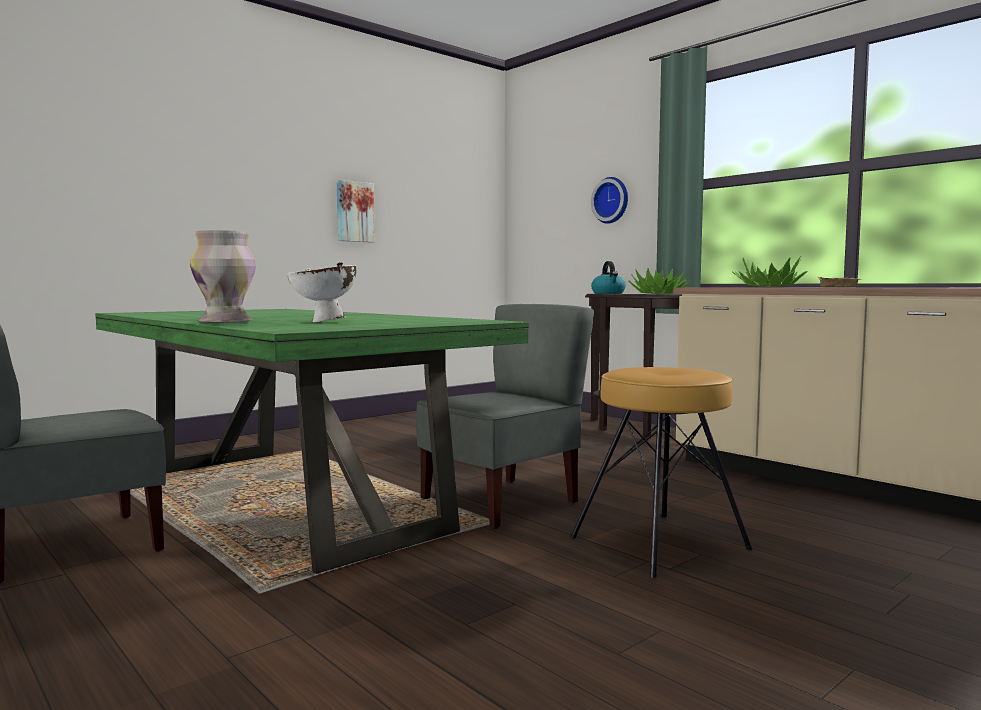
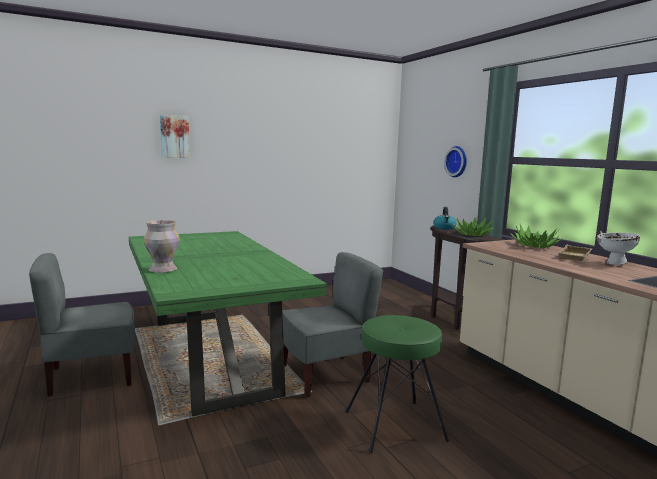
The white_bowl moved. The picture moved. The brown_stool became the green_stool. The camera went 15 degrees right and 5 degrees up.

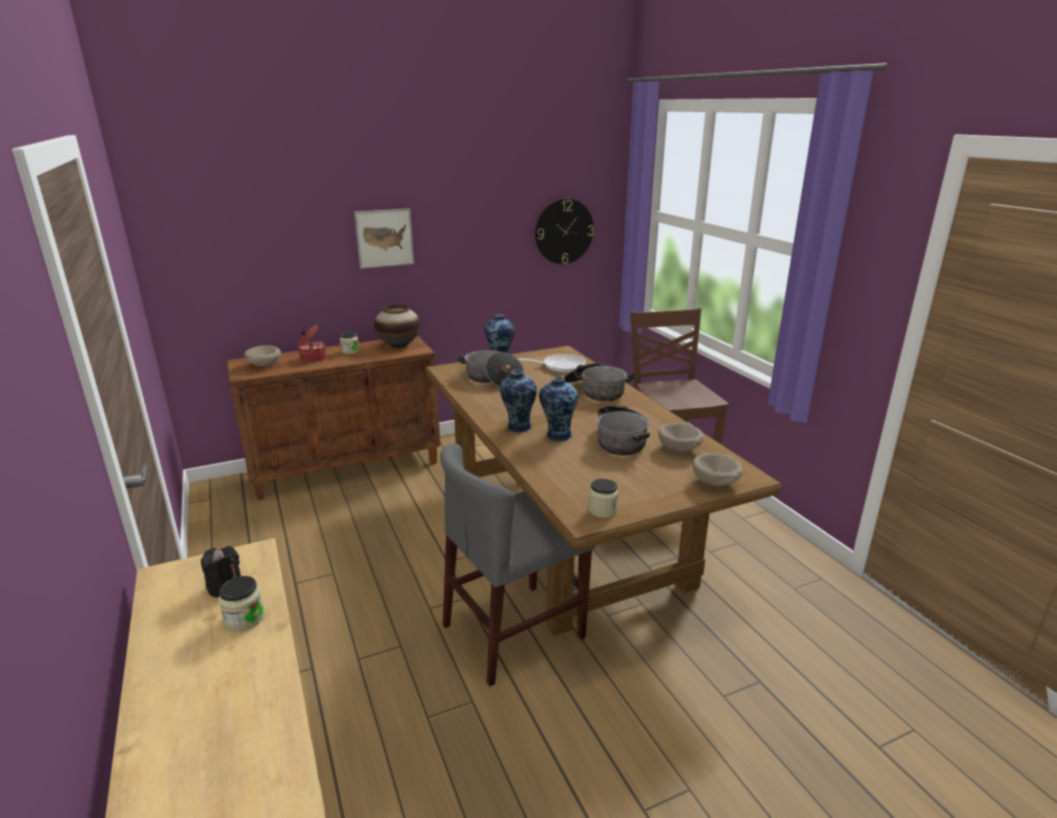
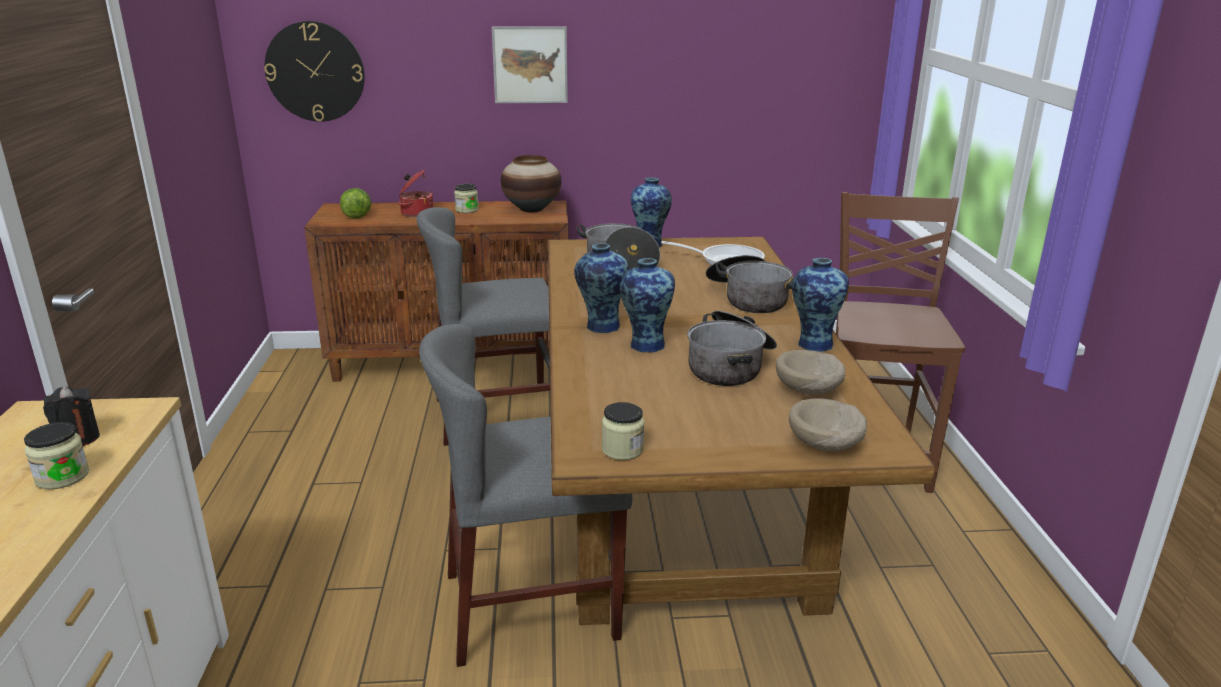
The beige_bowl (no. 1 from left) was replaced by the lettuce. The wall_clock moved. The grey_chair (no. 1 from left) appeared. The vase (no. 5 from left) appeared. The camera went 20 degrees right and 0 degrees up.

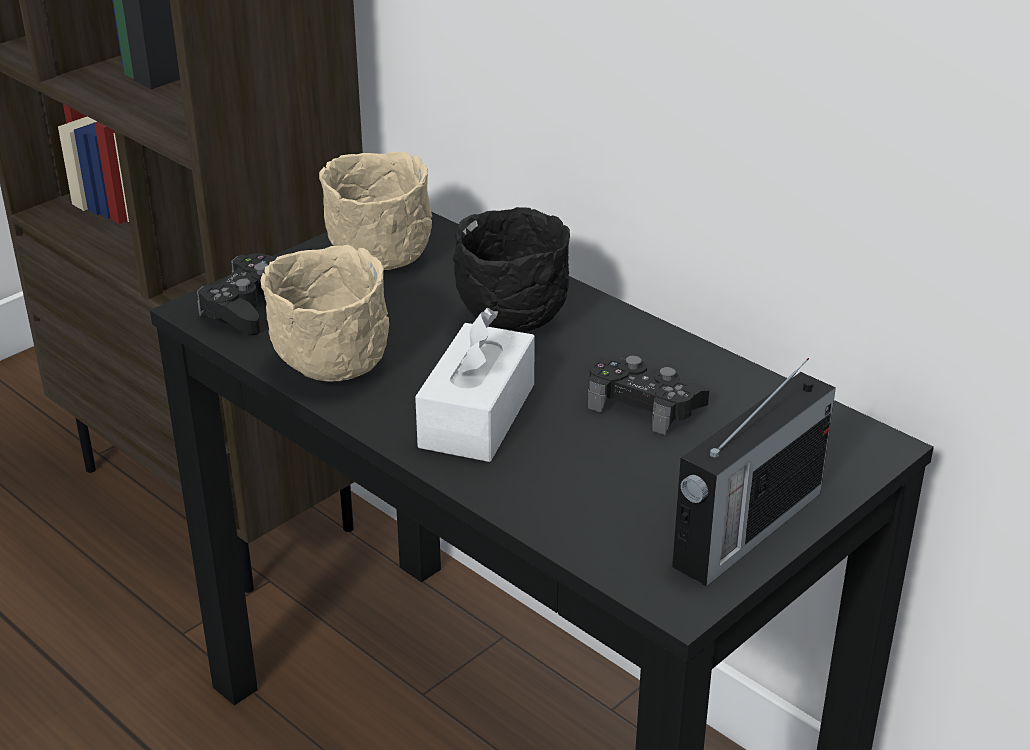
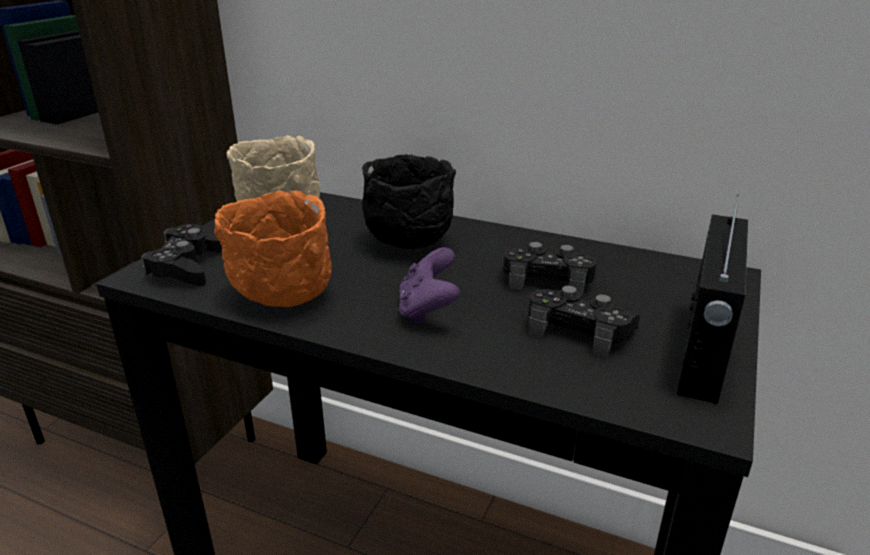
The beige_bowl (no. 1 from left) became the orange_bowl. The white_tissue_box was replaced by the purple_game_controller. The black_game_controller (no. 3 from left) appeared. The camera went 20 degrees left and 5 degrees down.

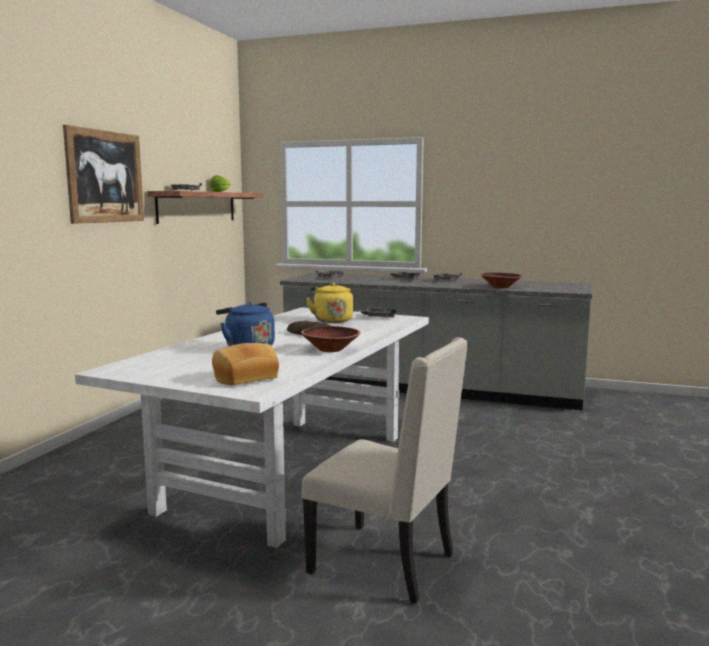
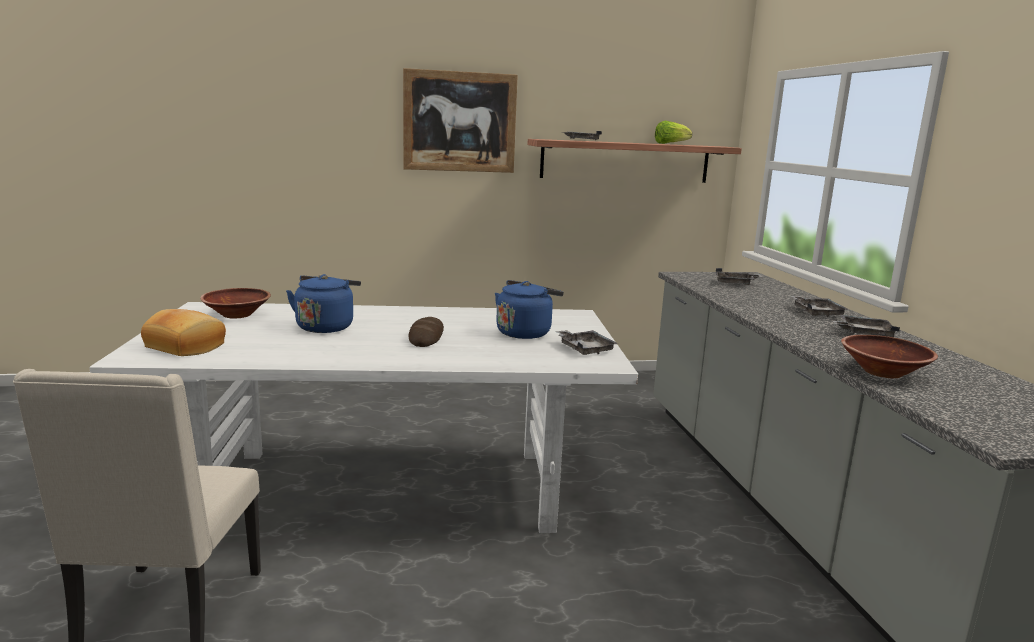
The brown_bowl (no. 1 from left) moved. The yellow_kettle became the blue_kettle (no. 2 from left). The camera went 60 degrees right and 5 degrees up.

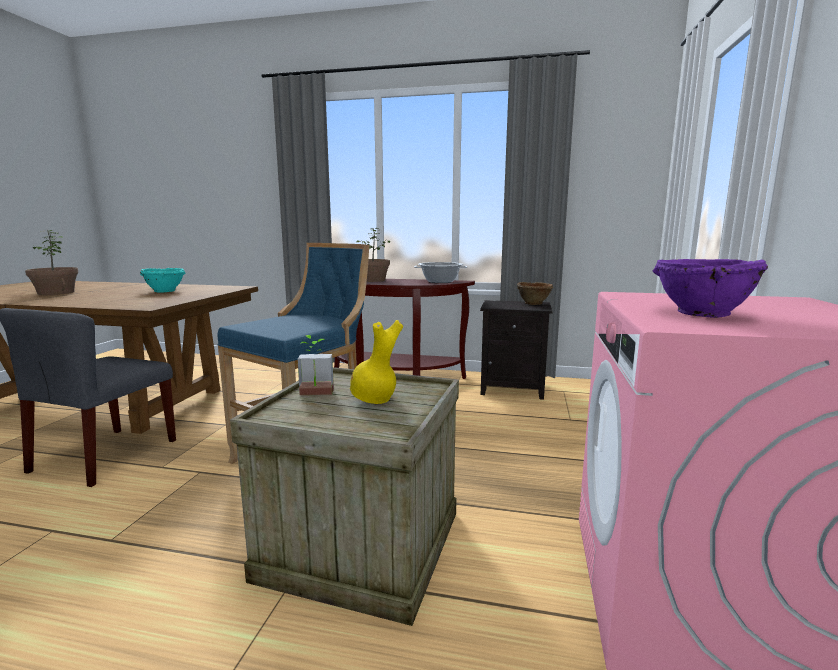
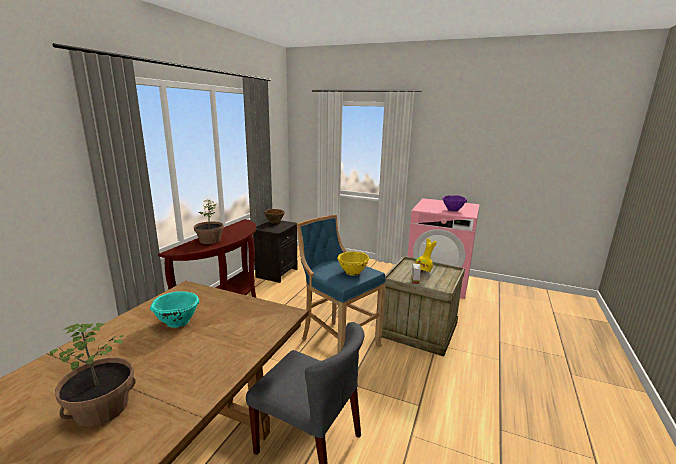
The cooking_pot disappeared. The yellow_bowl appeared. The camera went 80 degrees left and 5 degrees up.

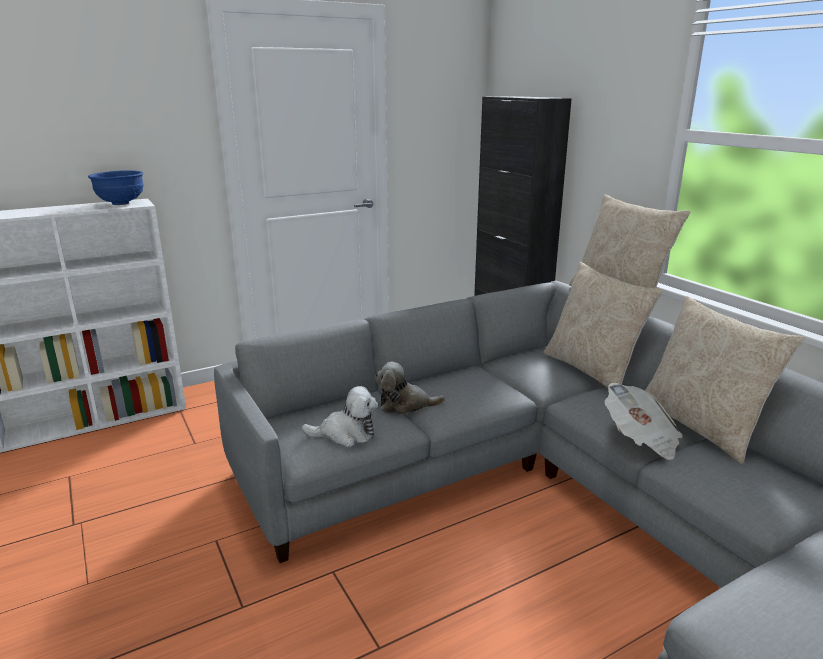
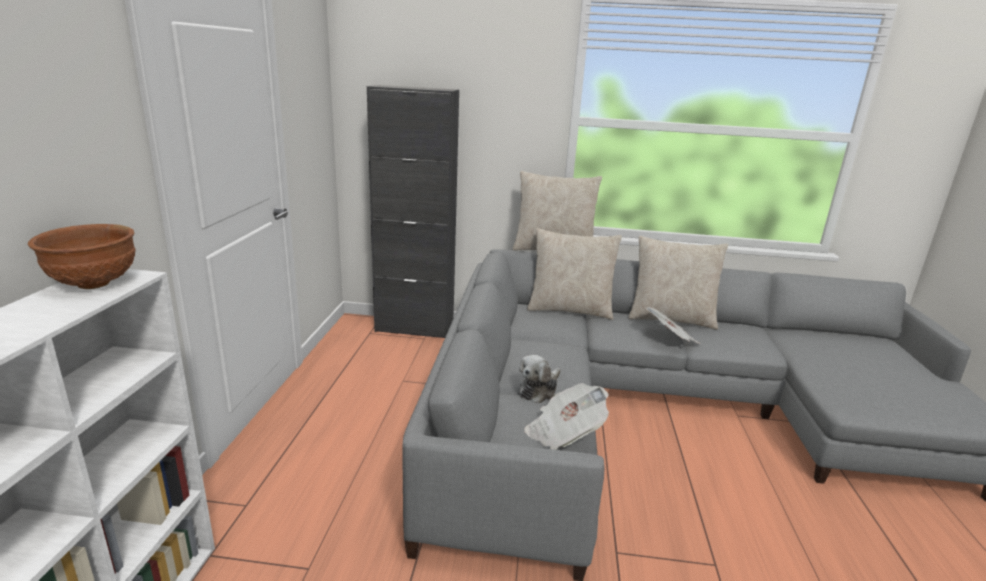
The blue_bowl became the brown_bowl. The plush_toy (no. 1 from left) was replaced by the newspaper (no. 1 from left). The camera went 55 degrees left and 0 degrees up.

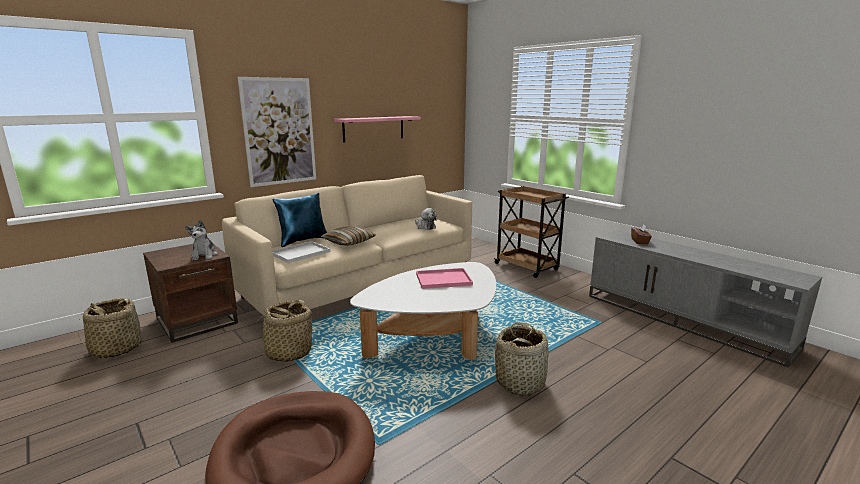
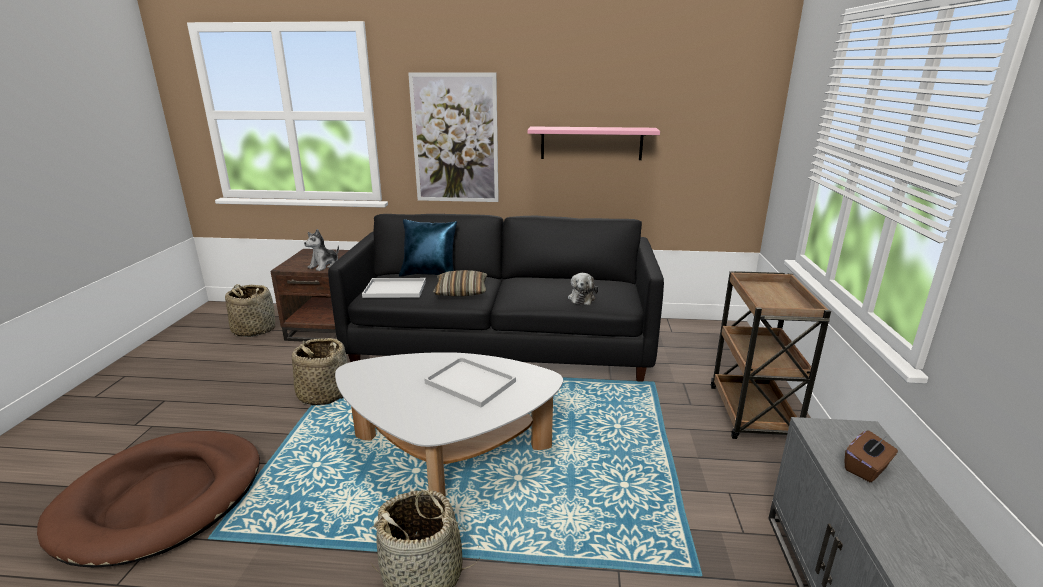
The beige_sofa became the black_sofa. The pink_tray became the white_tray (no. 2 from left). The camera went 45 degrees right and 5 degrees up.

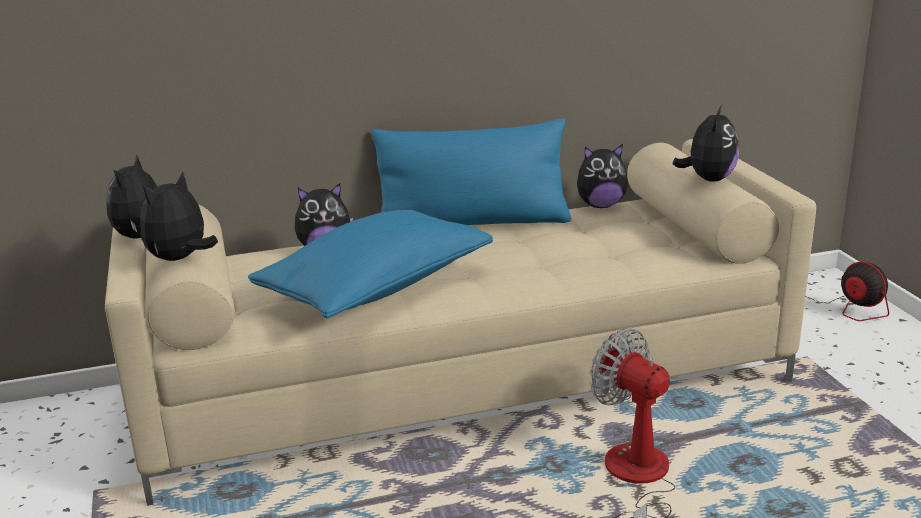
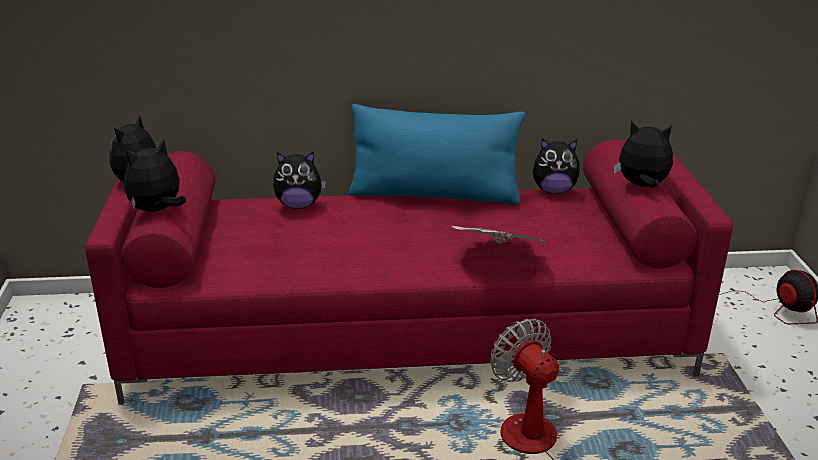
The beige_sofa became the red_sofa. The blue_pillow (no. 1 from left) disappeared. The plush_toy (no. 5 from left) turned 105 degrees counterclockwise. The newspaper appeared. The camera went 10 degrees right and 5 degrees up.

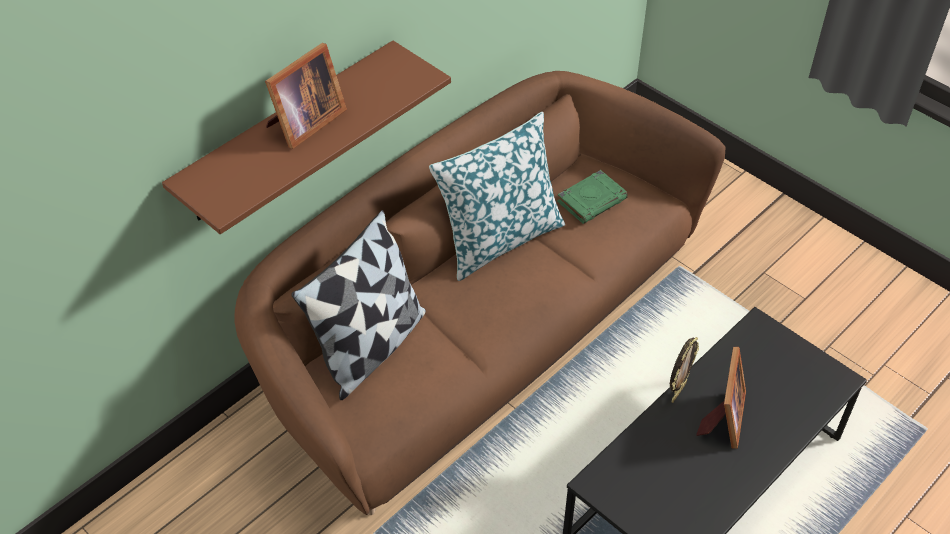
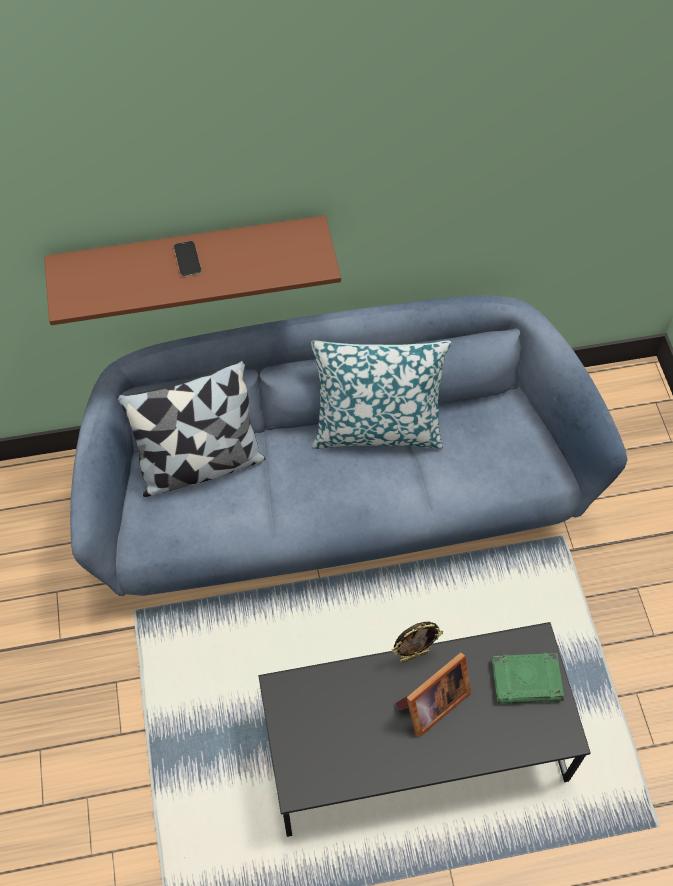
The brown_sofa became the blue_sofa. The picture_frame (no. 1 from left) was replaced by the phone. The green_book moved. The camera went 35 degrees right and 10 degrees up.

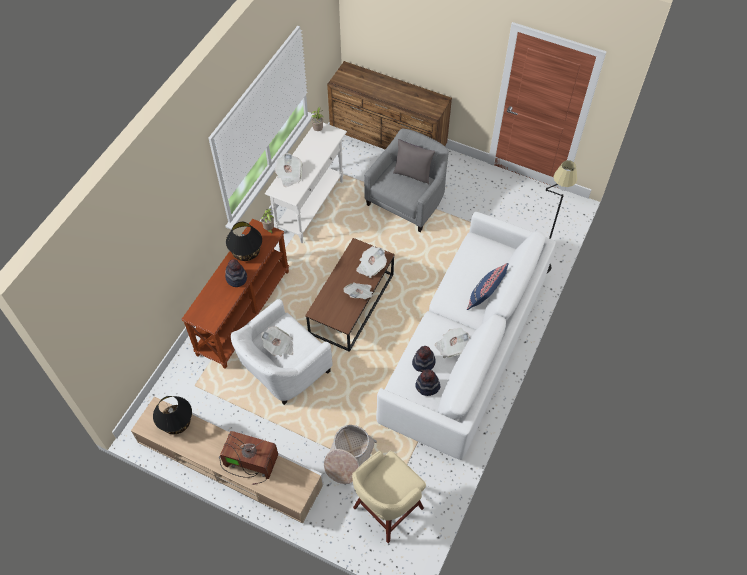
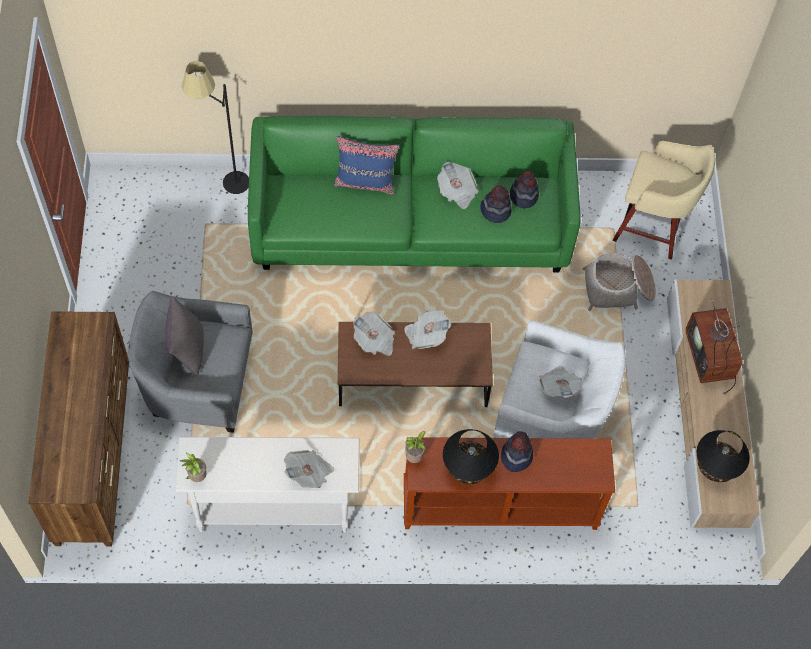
The white_sofa became the green_sofa. The camera went 120 degrees left and 5 degrees up.

